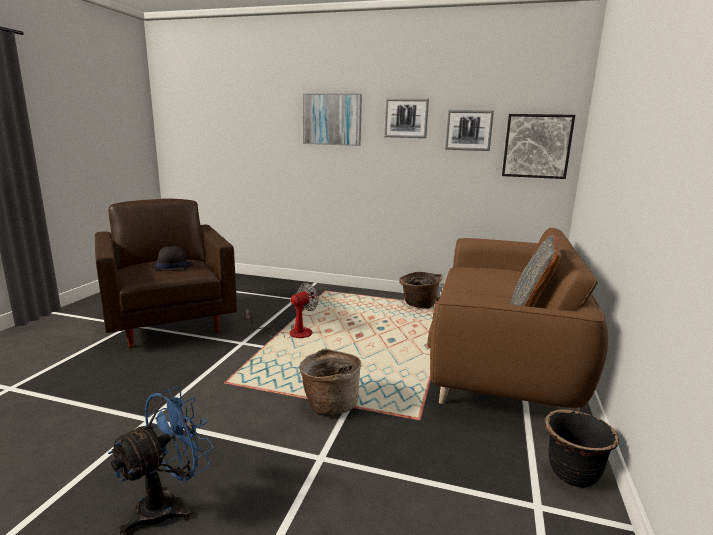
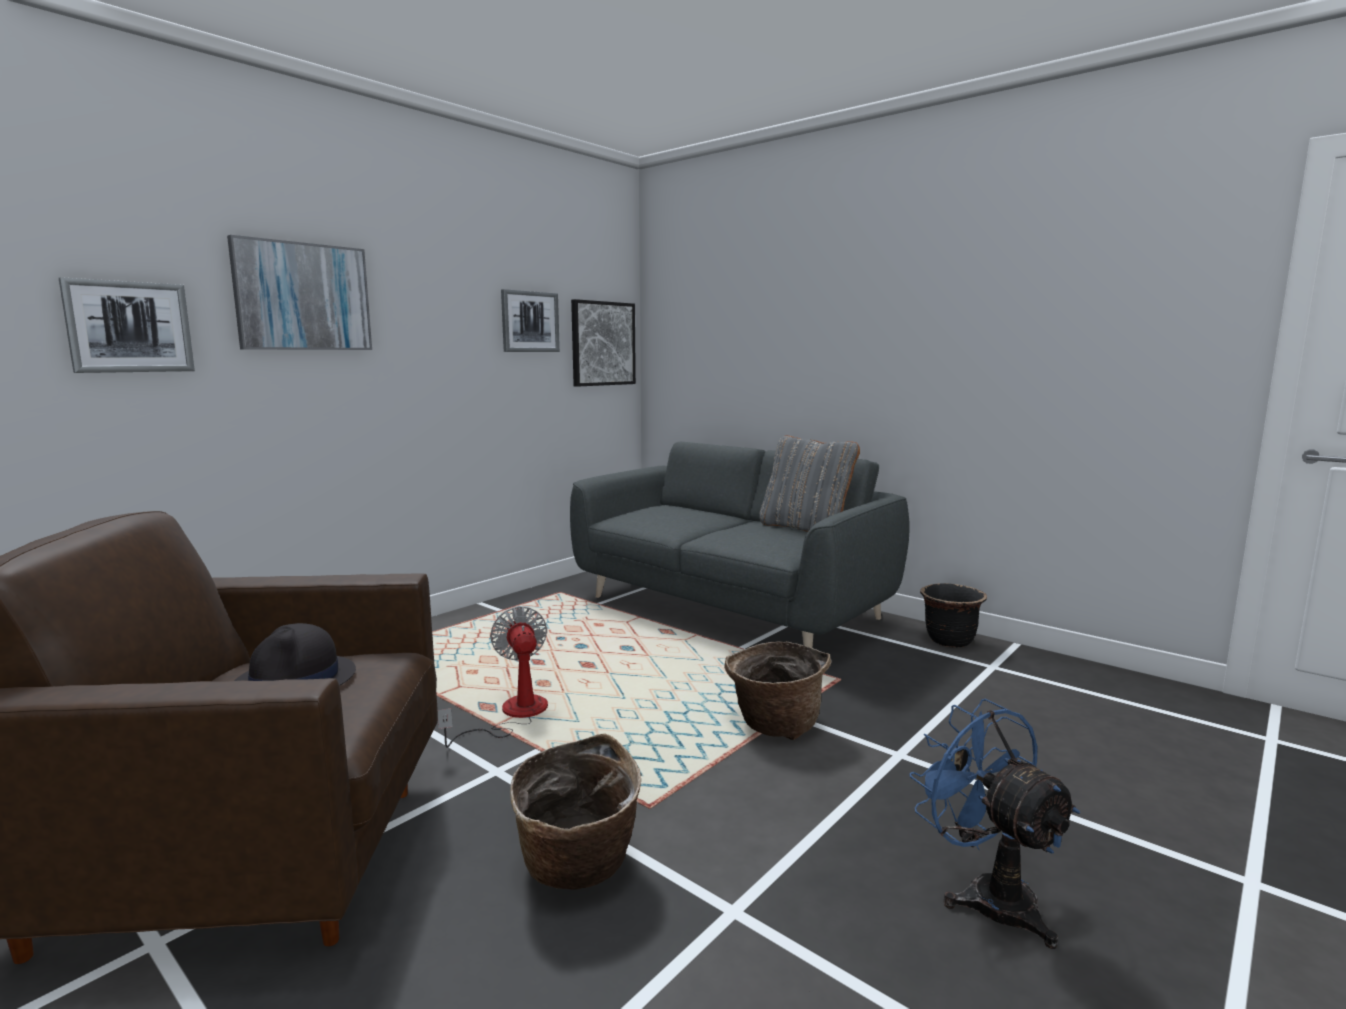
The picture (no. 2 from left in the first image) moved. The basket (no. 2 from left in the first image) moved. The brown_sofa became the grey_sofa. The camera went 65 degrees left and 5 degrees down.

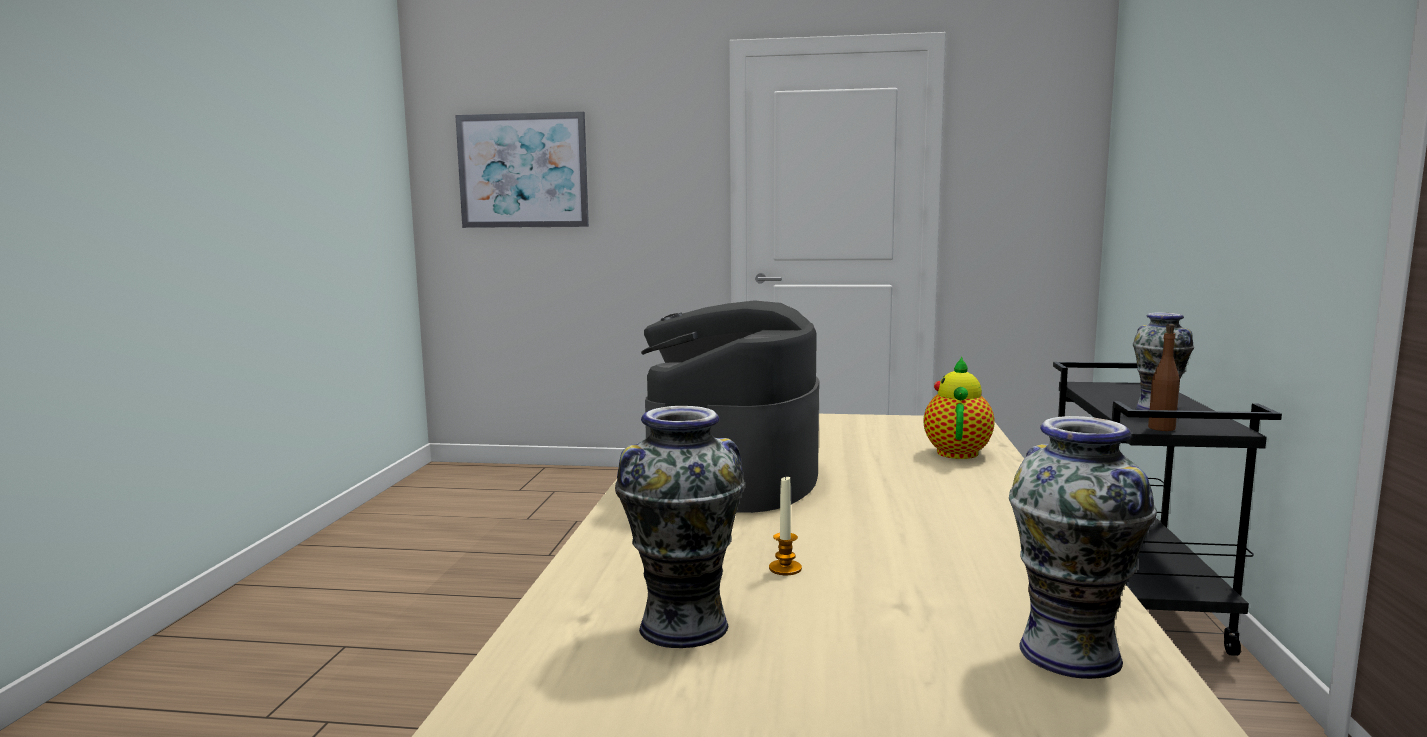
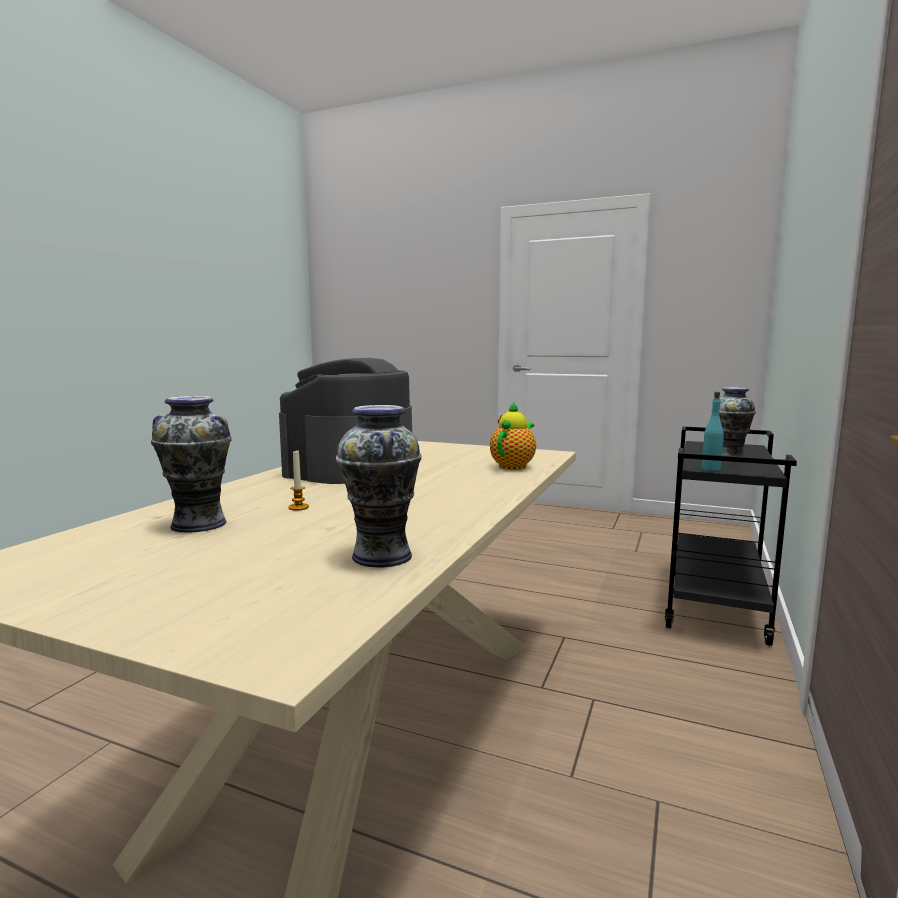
The picture disappeared. The brown_bottle became the turquoise_bottle. The camera went 15 degrees right and 0 degrees up.

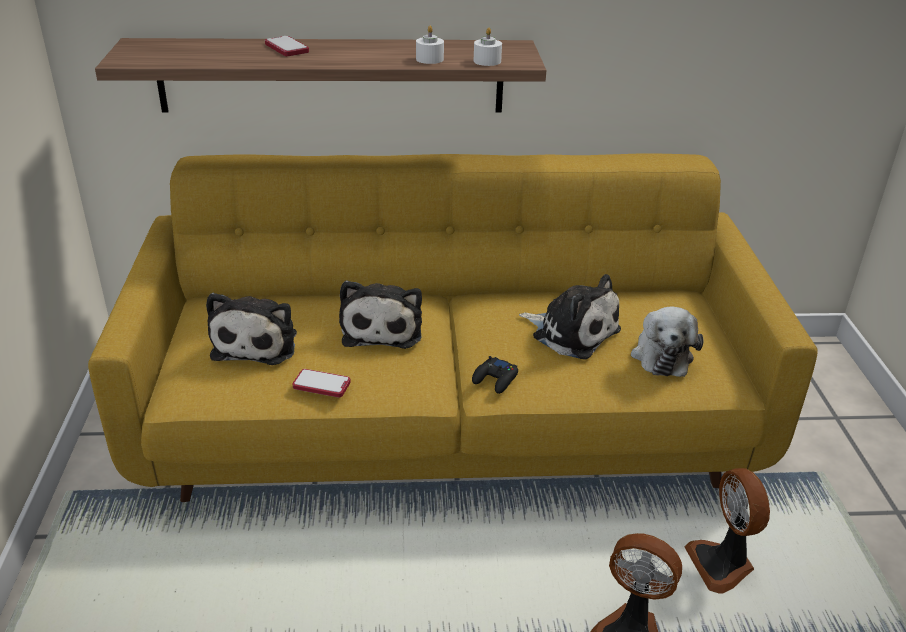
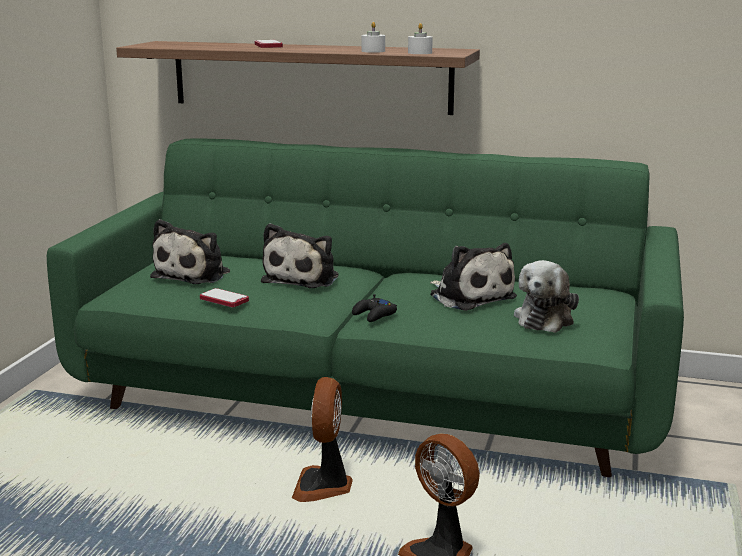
The yellow_sofa became the green_sofa. The fan (no. 2 from left in the first image) moved. The camera went 20 degrees right and 15 degrees down.

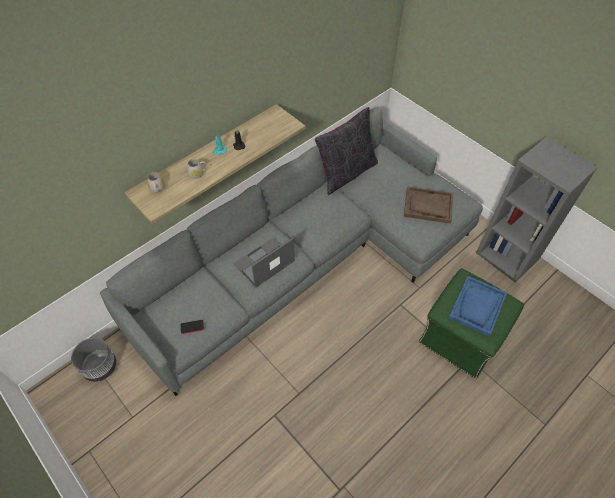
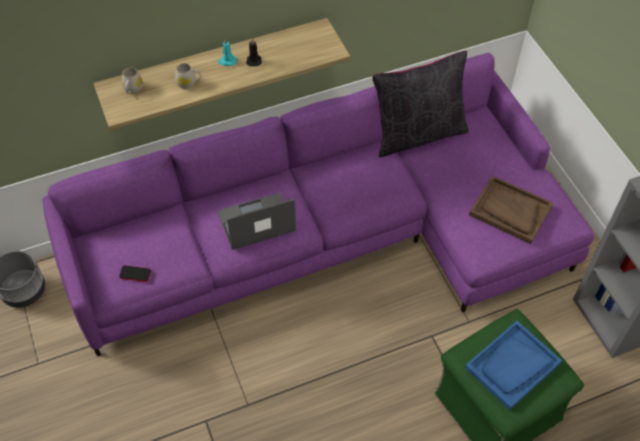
The grey_sofa became the purple_sofa. The camera went 20 degrees right and 0 degrees up.

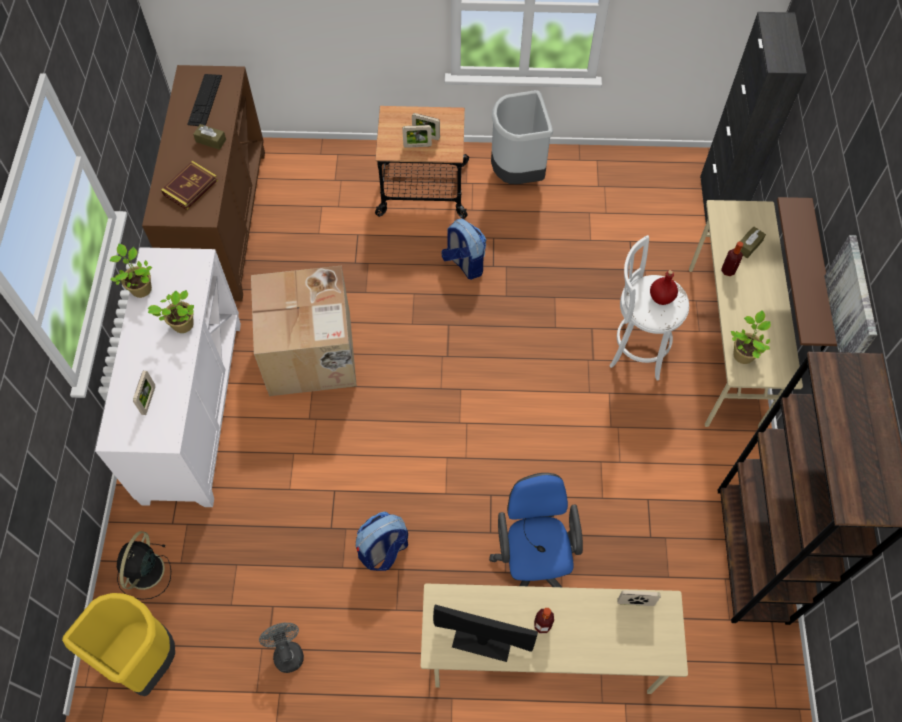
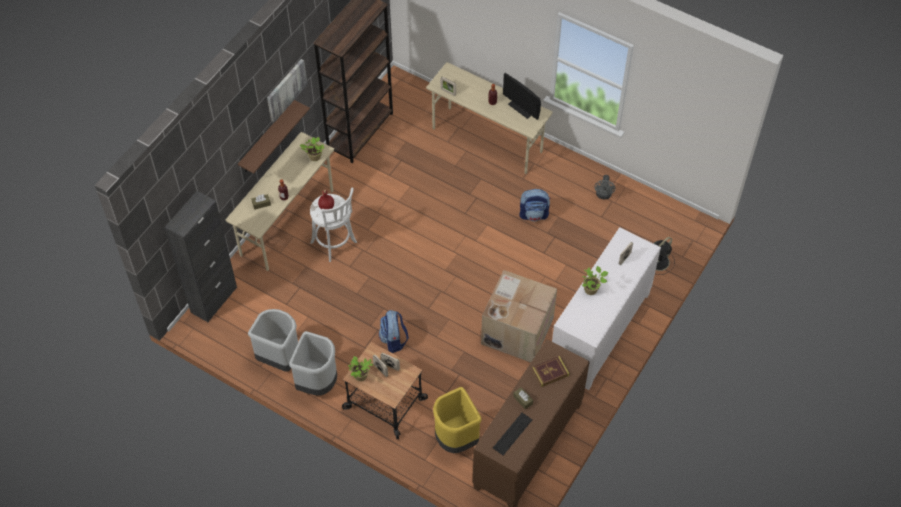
The yellow_trash_can moved. The potted_plant (no. 1 from left in the first image) moved. The blue_office_chair disappeared. The grey_trash_can (no. 1 from left) appeared. The camera went 150 degrees left and 5 degrees down.

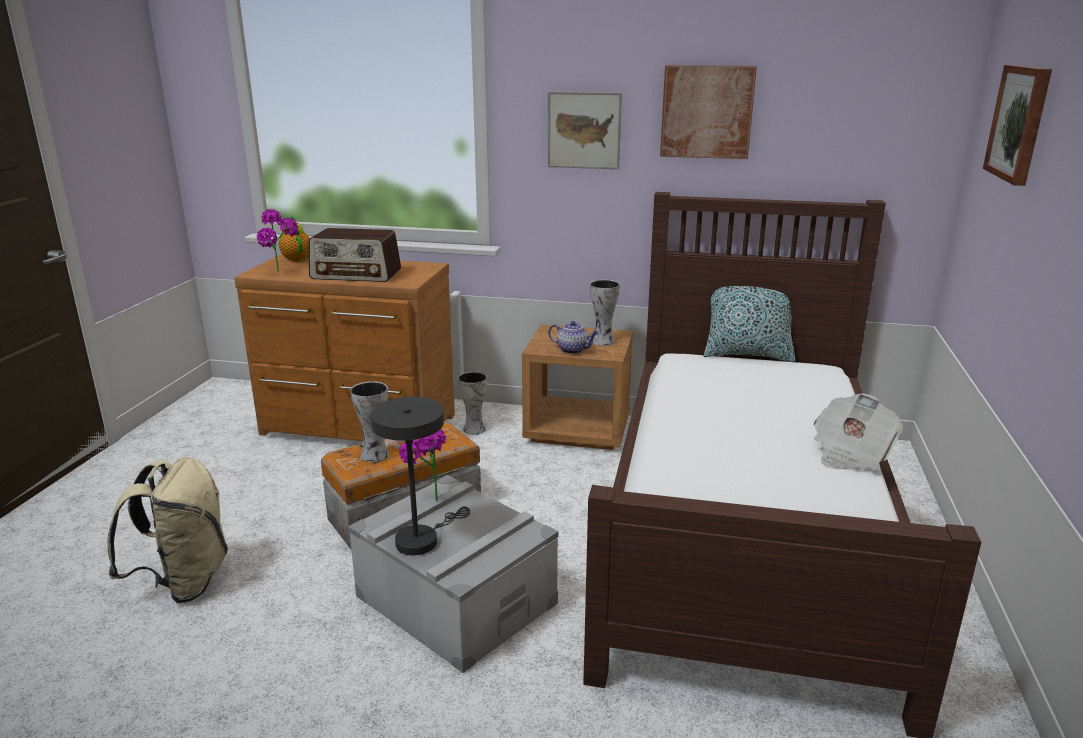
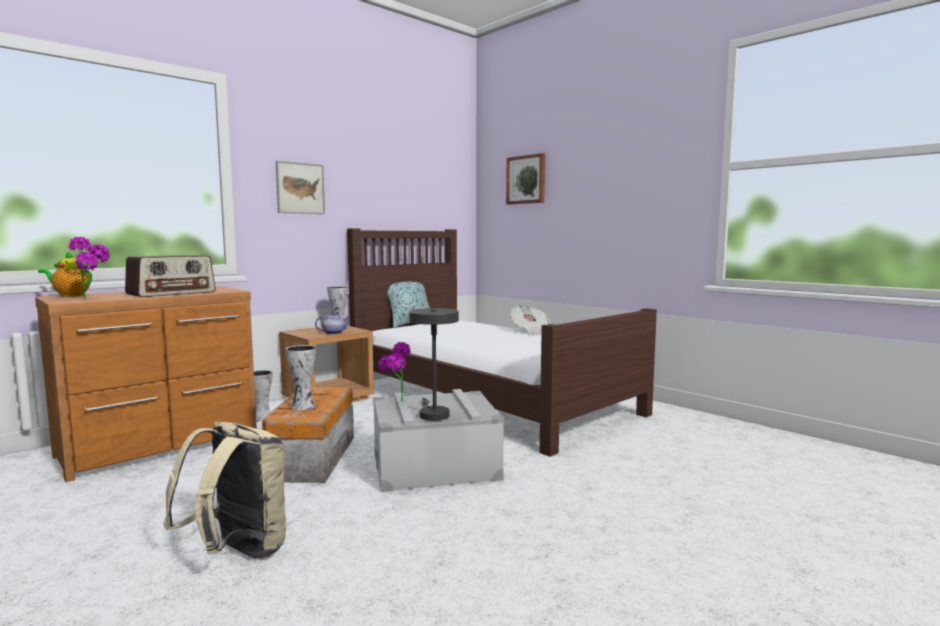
The picture (no. 2 from left) disappeared. The camera went 55 degrees left and 15 degrees down.

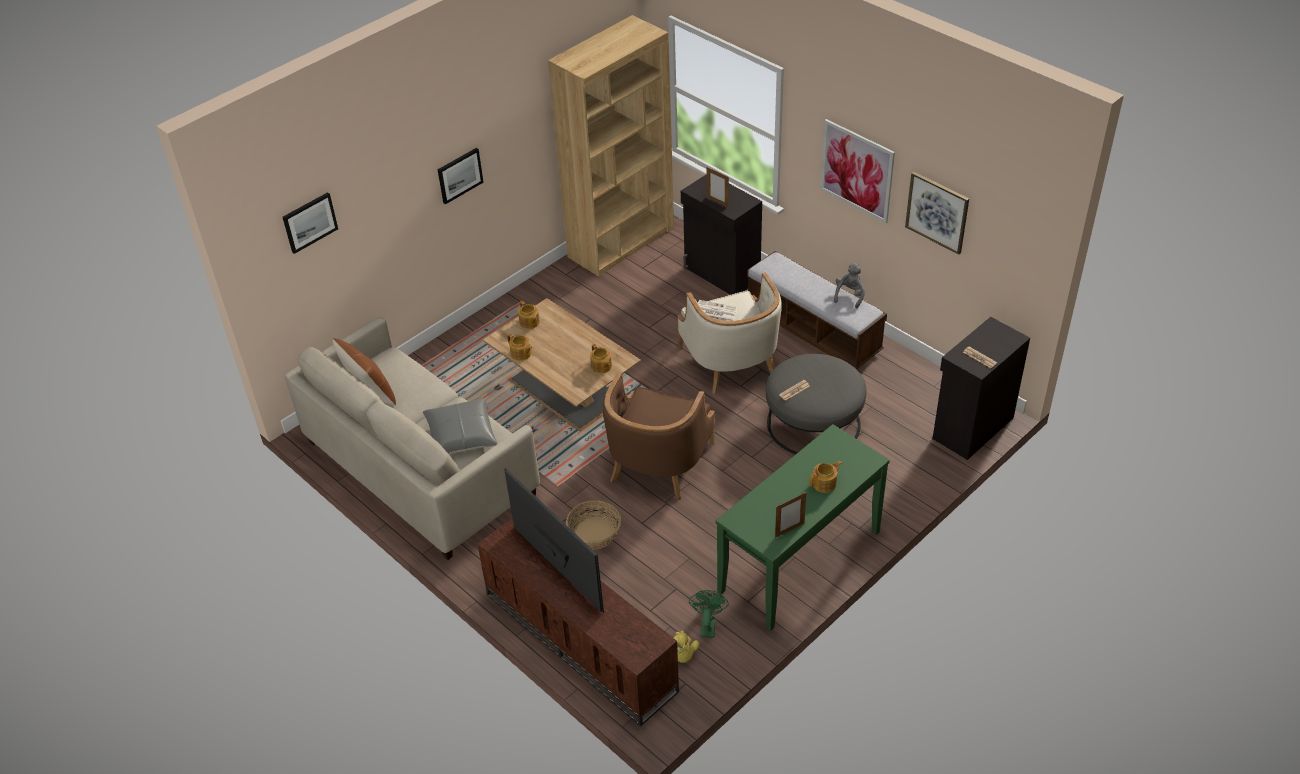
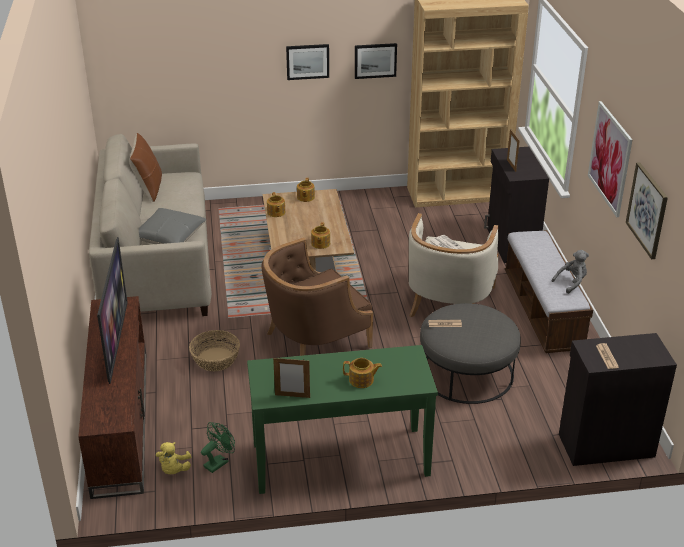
The picture (no. 1 from left in the first image) moved. The camera went 35 degrees right and 10 degrees down.

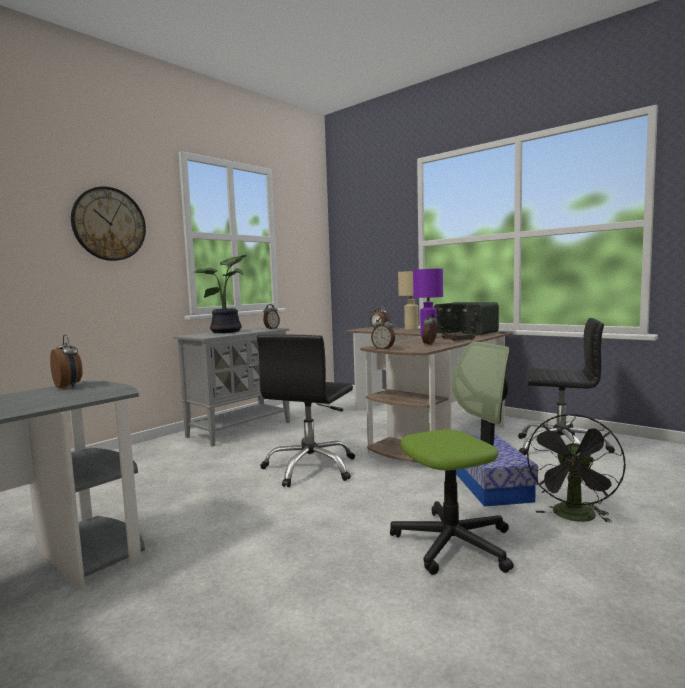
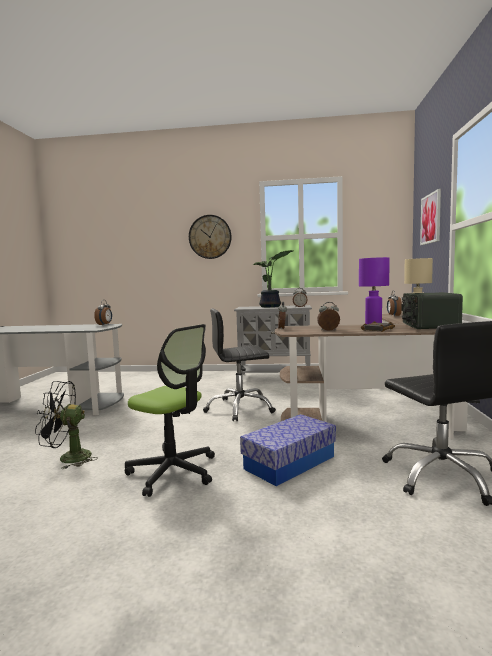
The black_fan moved. The picture appeared. The camera went 55 degrees right and 0 degrees up.

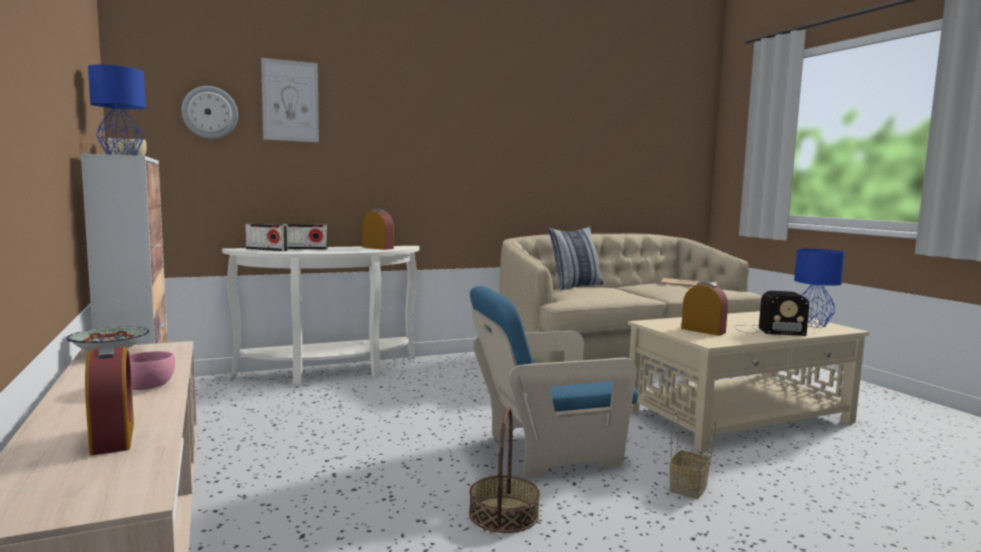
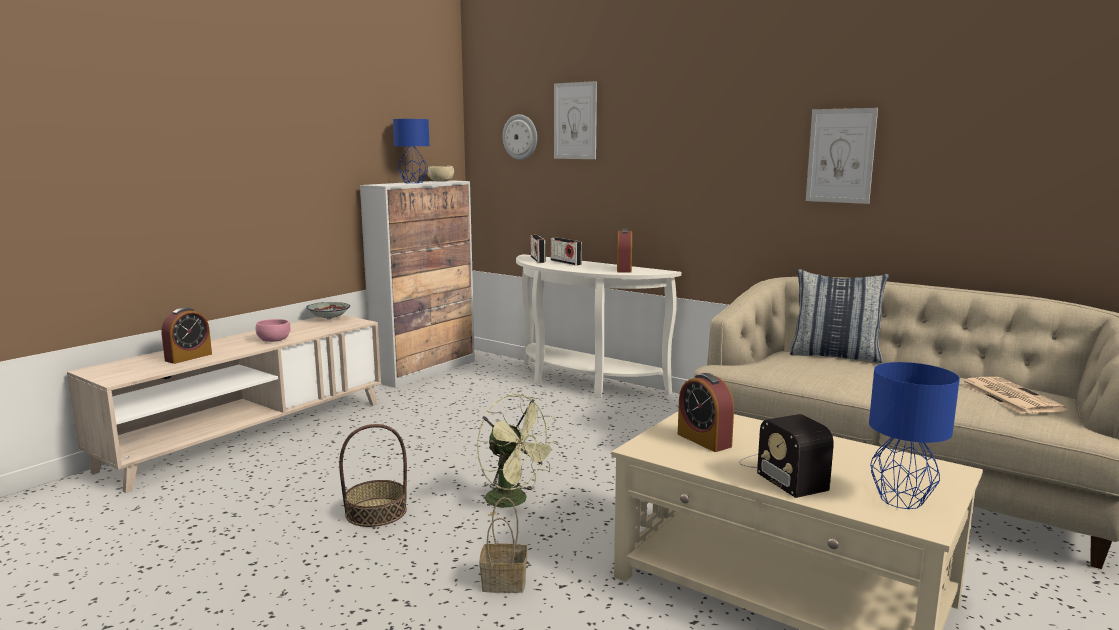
The blue_armchair was replaced by the green_fan. The alarm_clock (no. 3 from left) turned 135 degrees clockwise. The picture (no. 2 from left) appeared. The camera went 60 degrees right and 5 degrees up.

